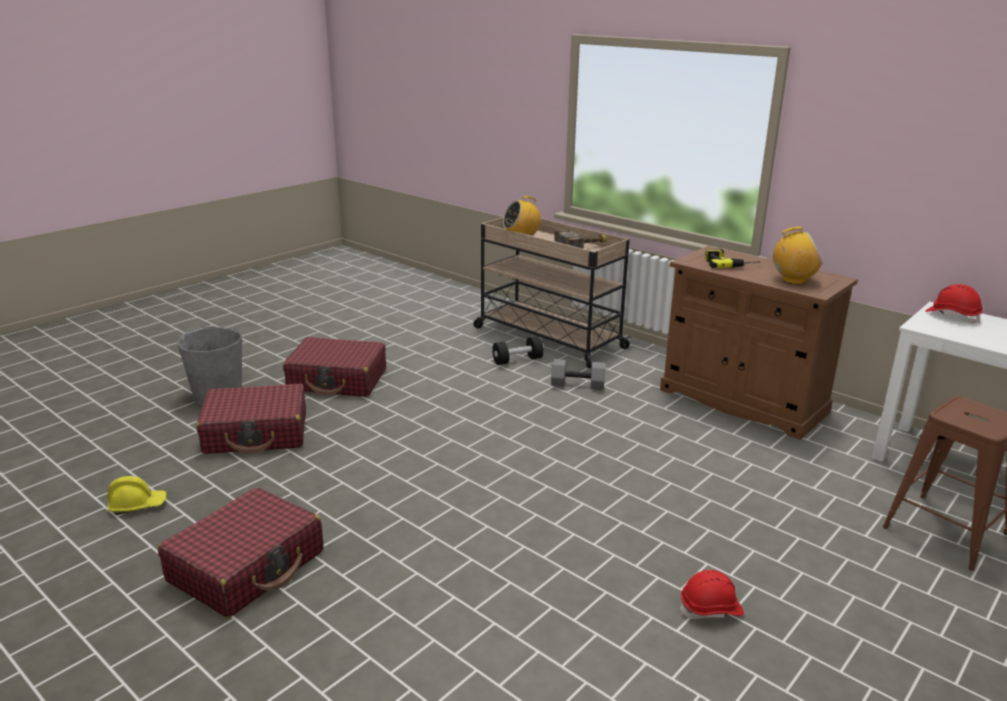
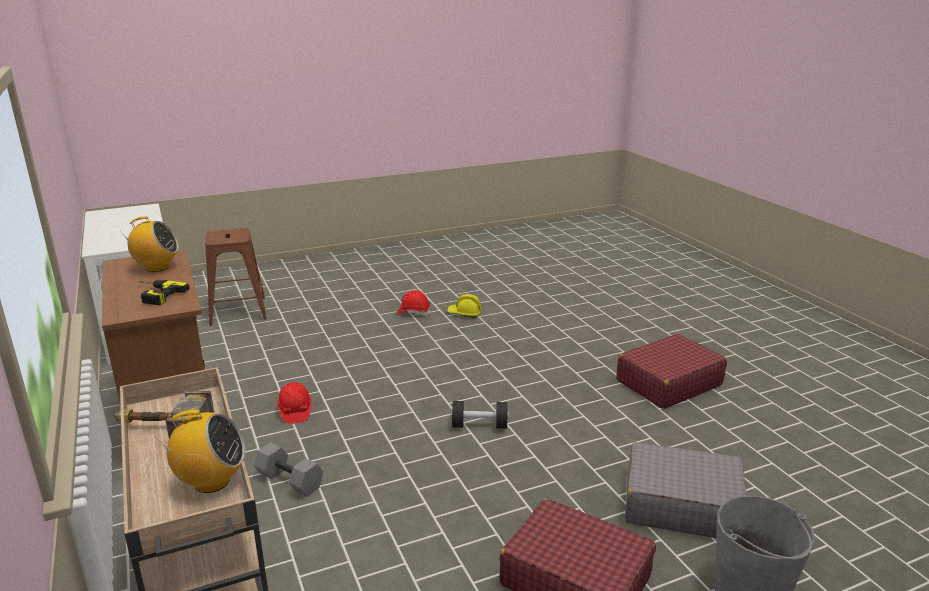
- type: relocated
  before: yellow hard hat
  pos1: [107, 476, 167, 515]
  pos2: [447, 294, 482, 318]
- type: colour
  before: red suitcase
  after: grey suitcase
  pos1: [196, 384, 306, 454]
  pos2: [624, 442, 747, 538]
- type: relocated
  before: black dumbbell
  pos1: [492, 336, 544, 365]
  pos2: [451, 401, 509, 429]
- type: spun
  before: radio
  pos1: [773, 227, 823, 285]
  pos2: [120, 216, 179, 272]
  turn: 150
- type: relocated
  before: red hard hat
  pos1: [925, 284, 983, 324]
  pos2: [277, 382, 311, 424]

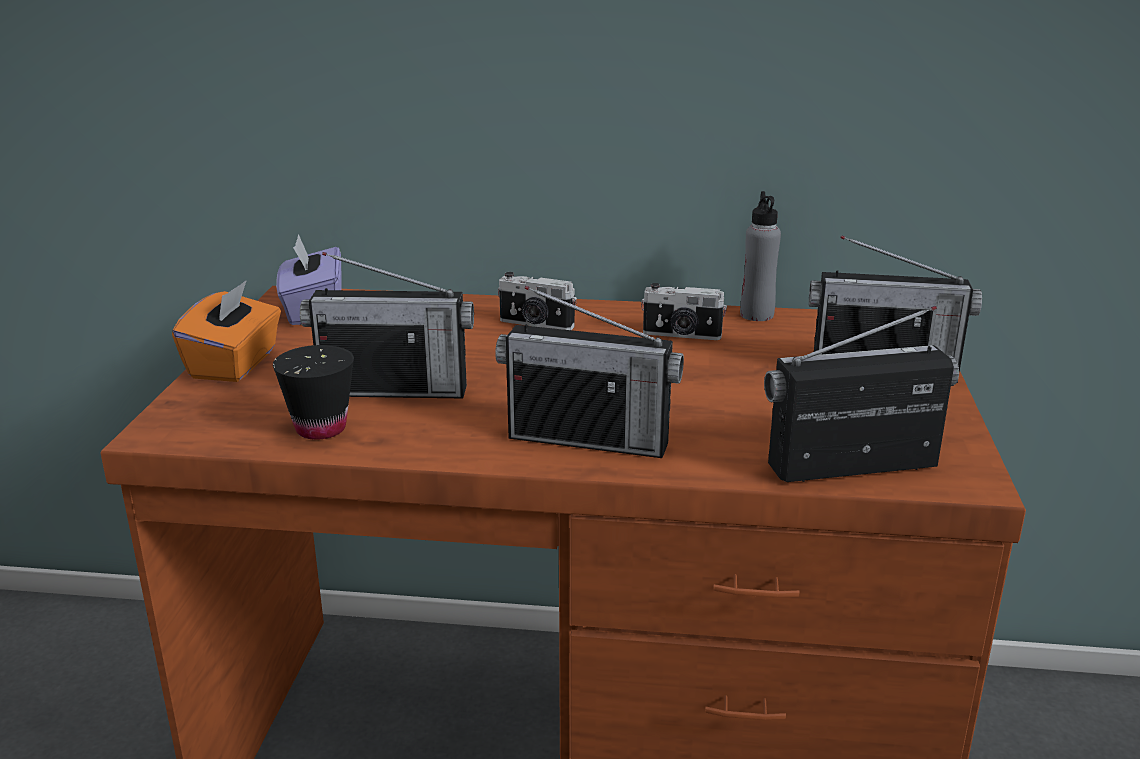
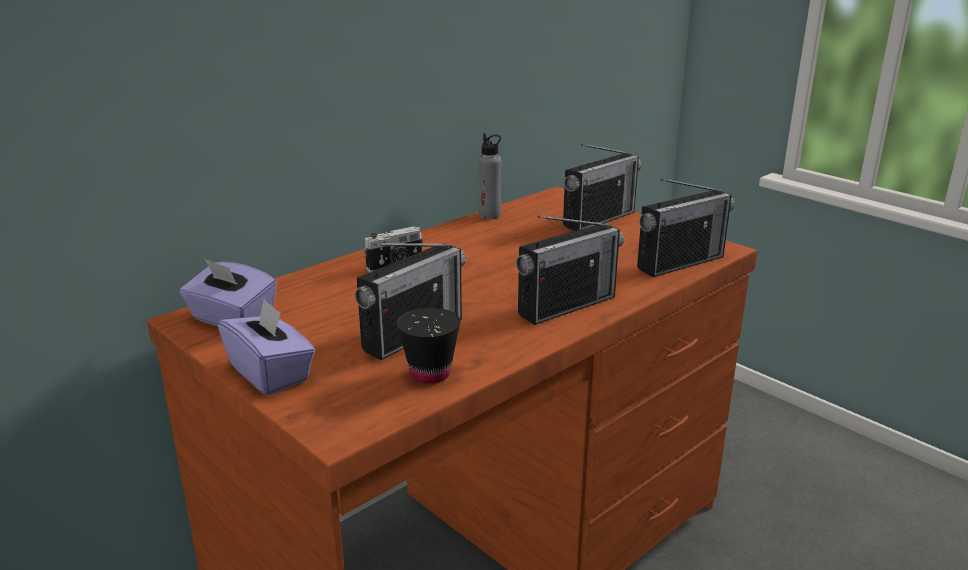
- type: colour
  before: orange tissue box
  after: purple tissue box
  pos1: [172, 280, 281, 382]
  pos2: [218, 299, 315, 395]
- type: missing
  before: photo camera
  pos1: [641, 283, 727, 340]
- type: spun
  before: radio
  pos1: [764, 306, 959, 482]
  pos2: [637, 178, 735, 277]
  turn: -150

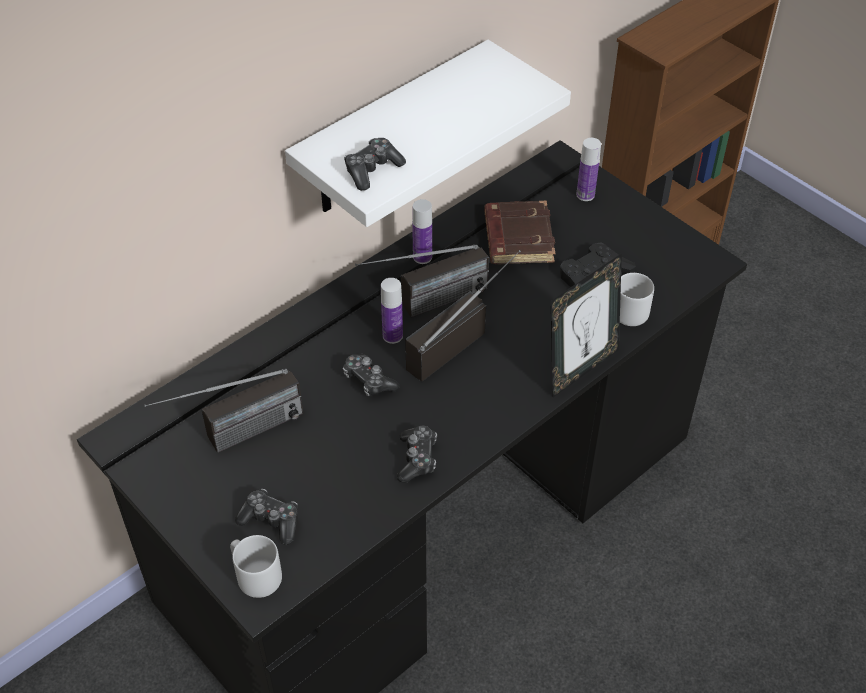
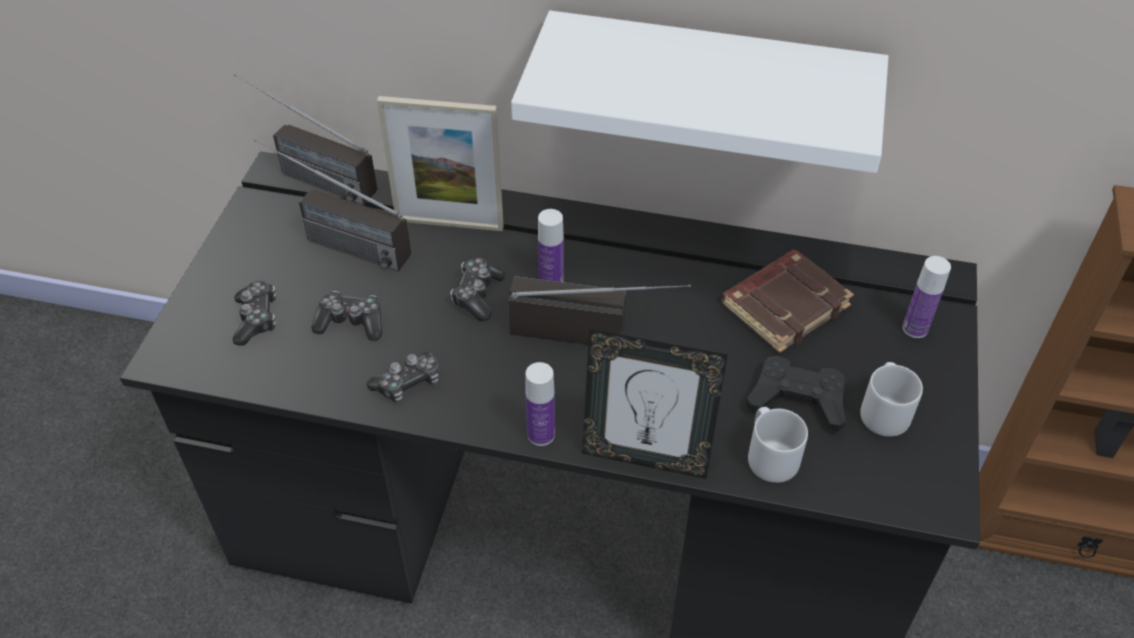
- type: relocated
  before: grey mug
  pos1: [230, 535, 282, 598]
  pos2: [860, 362, 923, 437]
- type: relocated
  before: game controller
  pos1: [344, 138, 406, 191]
  pos2: [312, 291, 382, 341]
- type: relocated
  before: radio
  pos1: [355, 245, 489, 318]
  pos2: [234, 74, 377, 205]
- type: relocated
  before: bottle
  pos1: [412, 199, 432, 264]
  pos2: [526, 362, 555, 446]
- type: appeared
  after: picture frame
  pos2: [377, 96, 504, 231]

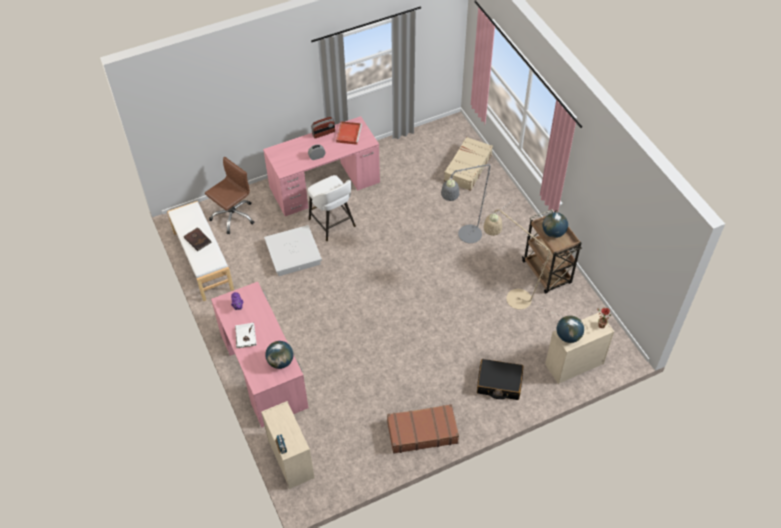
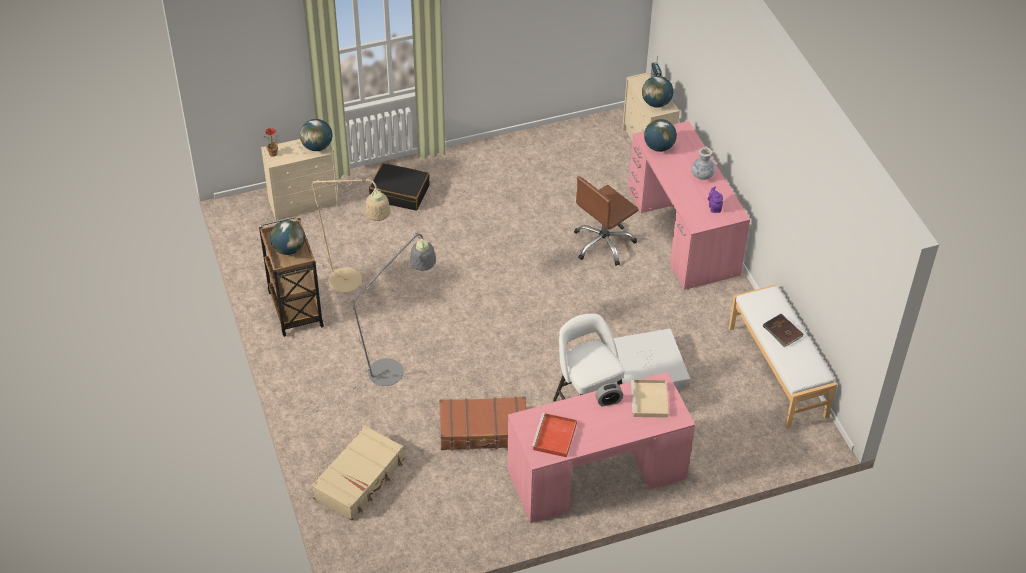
- type: relocated
  before: brown office chair
  pos1: [205, 157, 254, 234]
  pos2: [574, 176, 639, 266]
- type: exchanged
  before: white book
  after: vase
  pos1: [235, 323, 257, 348]
  pos2: [691, 147, 716, 180]
- type: missing
  before: radio
  pos1: [311, 117, 335, 139]
- type: relocated
  before: brown suitcase
  pos1: [387, 404, 459, 454]
  pos2: [439, 396, 526, 451]
- type: appeared
  after: beige tray
  pos2: [631, 380, 668, 418]
- type: appeared
  after: globe
  pos2: [642, 76, 673, 108]

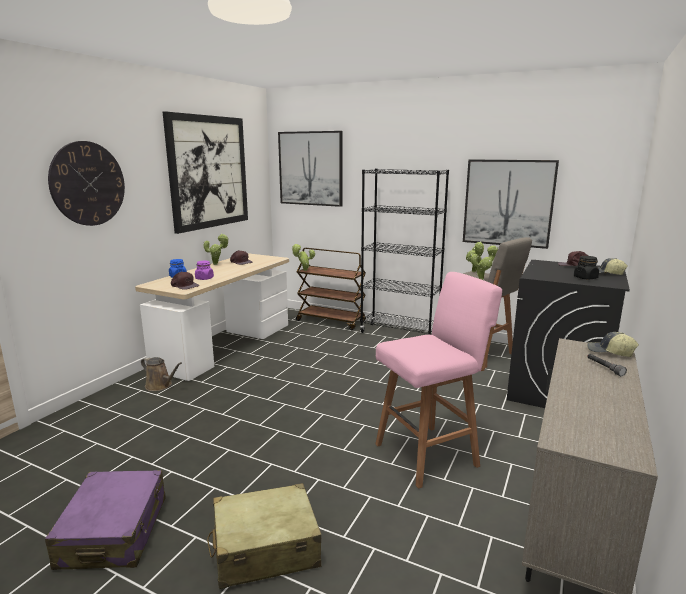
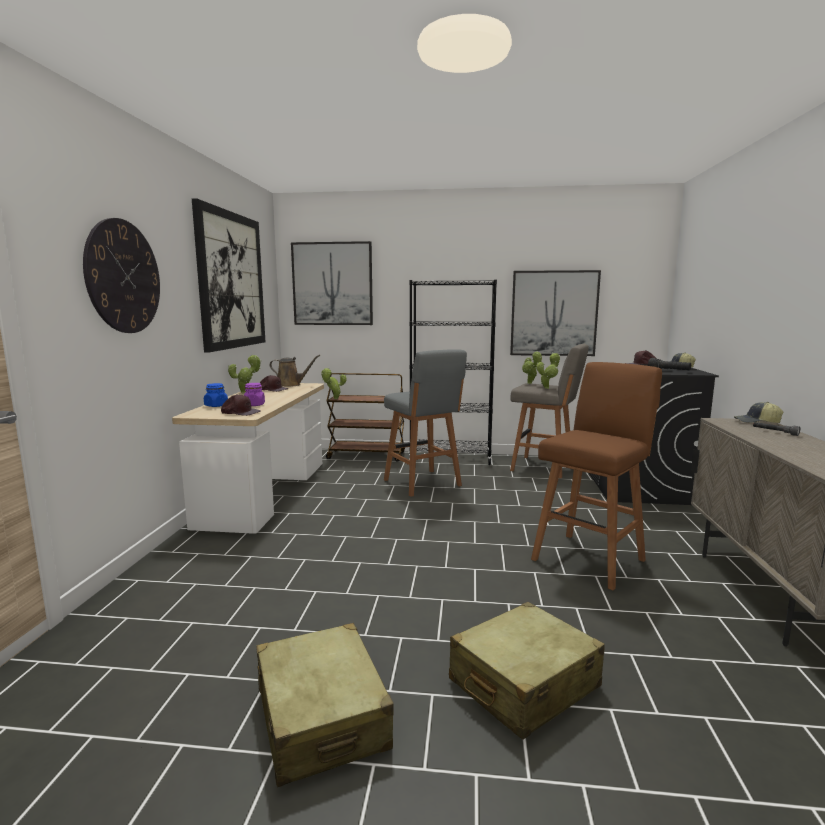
- type: colour
  before: purple suitcase
  after: beige suitcase
  pos1: [45, 470, 166, 570]
  pos2: [256, 623, 394, 787]
- type: relocated
  before: brown watering can
  pos1: [141, 357, 182, 391]
  pos2: [269, 355, 320, 387]
- type: colour
  before: pink stool
  after: brown stool
  pos1: [375, 272, 502, 489]
  pos2: [531, 362, 662, 590]
- type: exchanged
  before: black jar
  after: black flashlight
  pos1: [574, 256, 599, 279]
  pos2: [648, 358, 691, 370]
- type: appeared
  after: grey stool
  pos2: [384, 349, 467, 497]

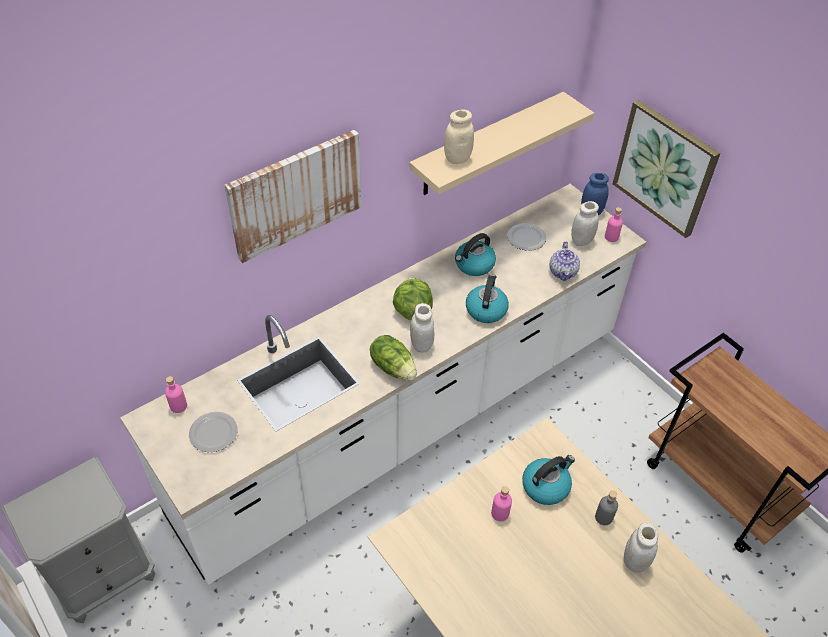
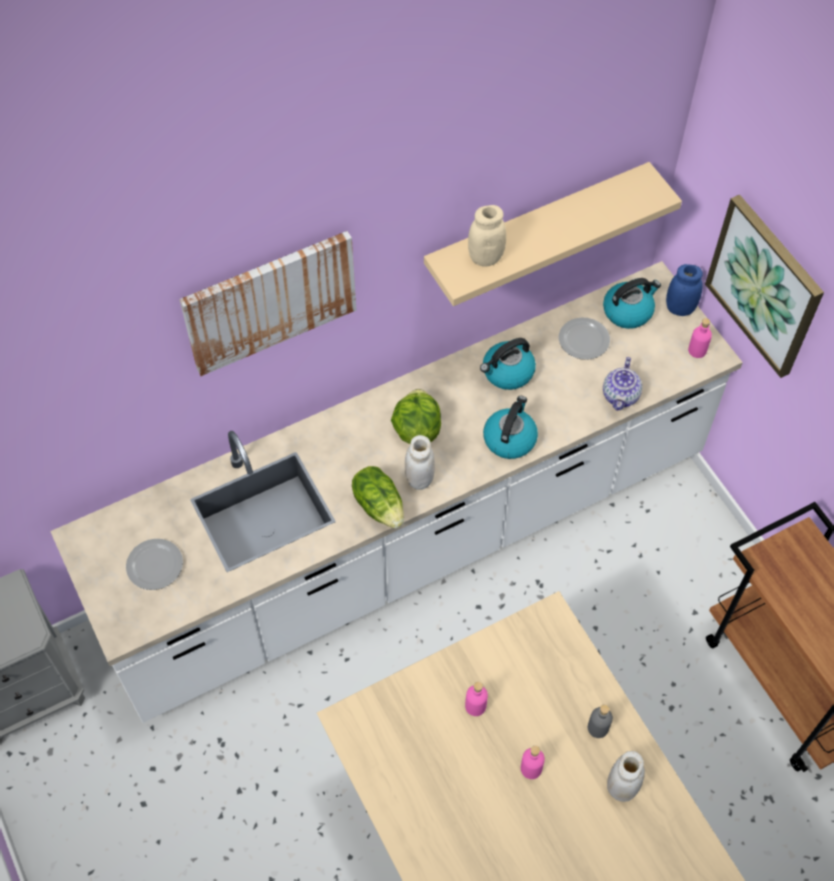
- type: relocated
  before: pink bottle
  pos1: [165, 376, 187, 413]
  pos2: [521, 746, 545, 779]
- type: relocated
  before: kettle
  pos1: [522, 455, 575, 505]
  pos2: [603, 278, 661, 329]
- type: missing
  before: white jar
  pos1: [571, 201, 599, 246]

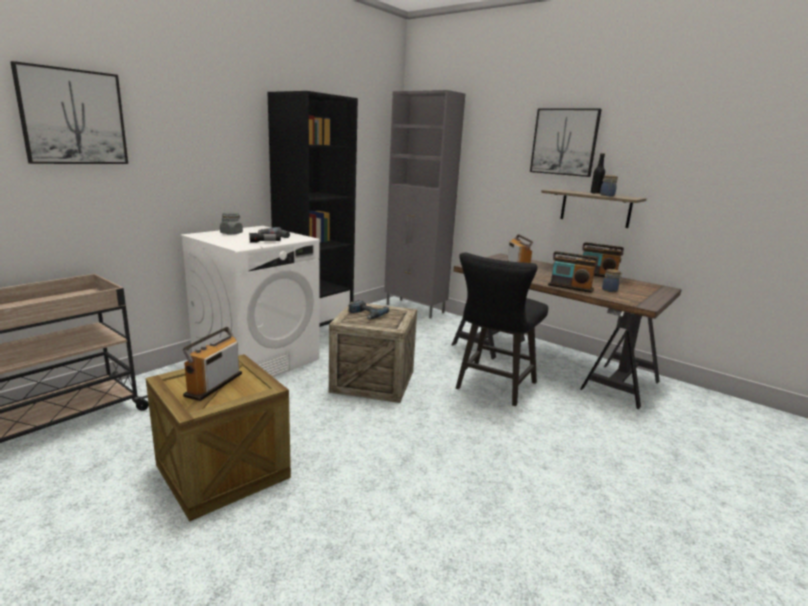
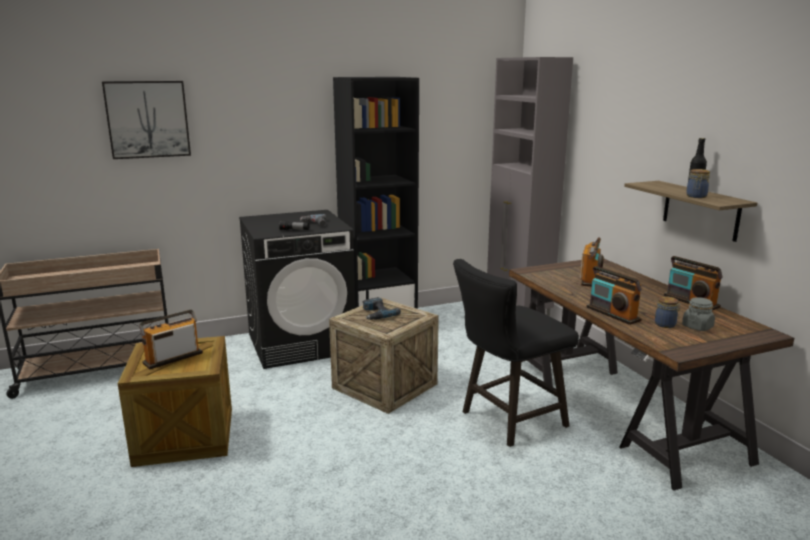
- type: colour
  before: white washing machine
  after: black washing machine
  pos1: [180, 226, 320, 377]
  pos2: [239, 210, 355, 369]
- type: relocated
  before: grey jar
  pos1: [220, 212, 243, 235]
  pos2: [682, 297, 715, 331]
- type: missing
  before: picture
  pos1: [530, 108, 602, 177]

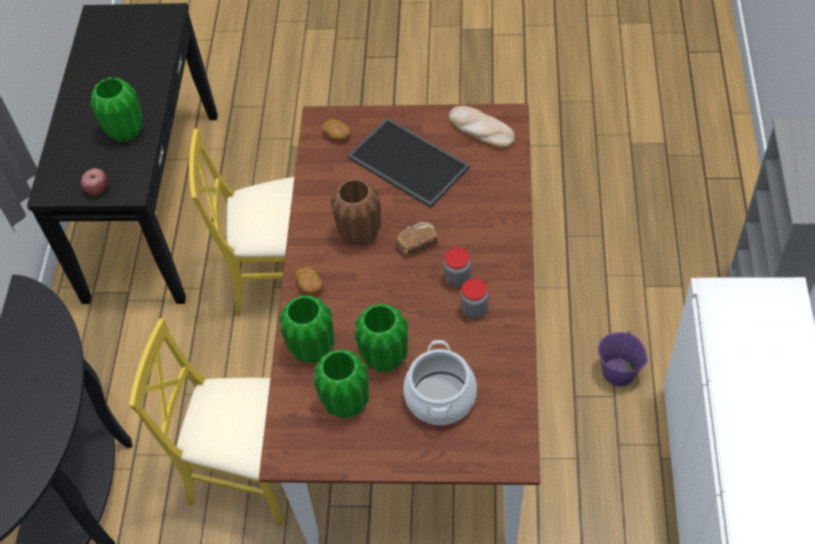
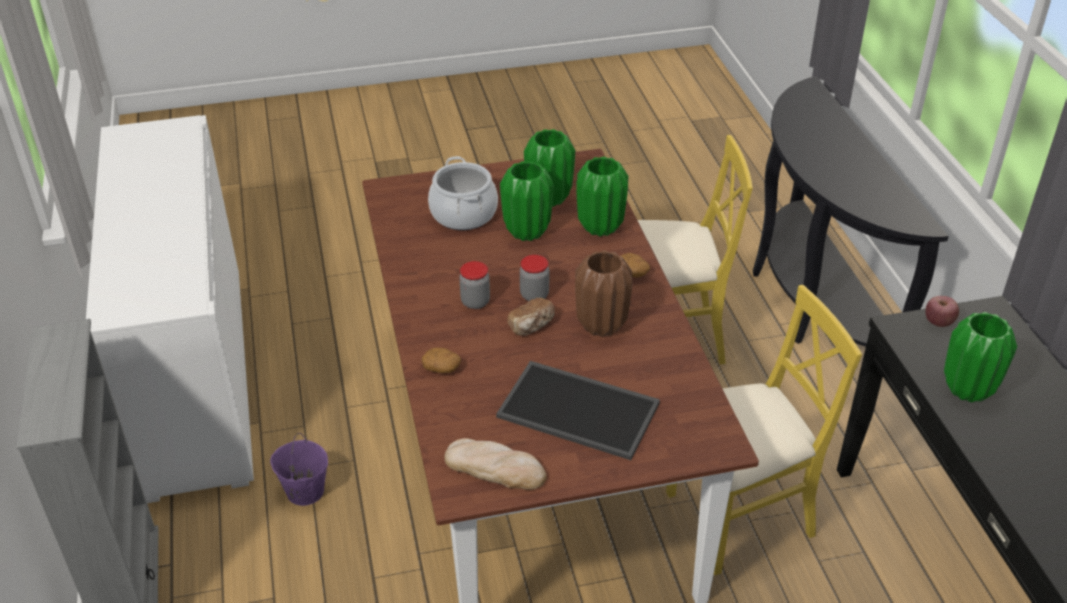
- type: relocated
  before: potato
  pos1: [322, 119, 351, 141]
  pos2: [421, 348, 461, 373]
- type: relocated
  before: jar
  pos1: [461, 278, 488, 319]
  pos2: [520, 255, 549, 301]

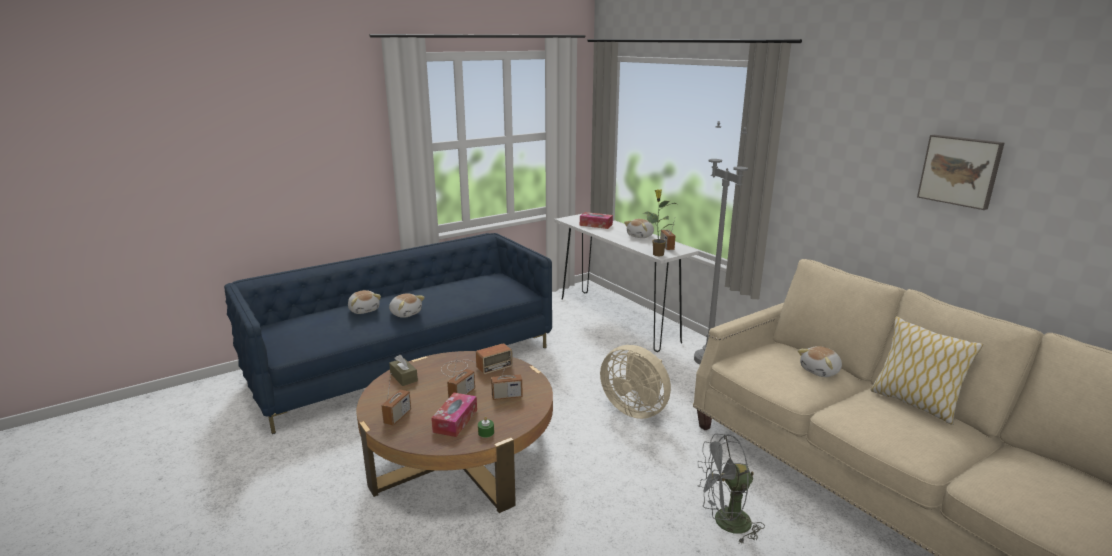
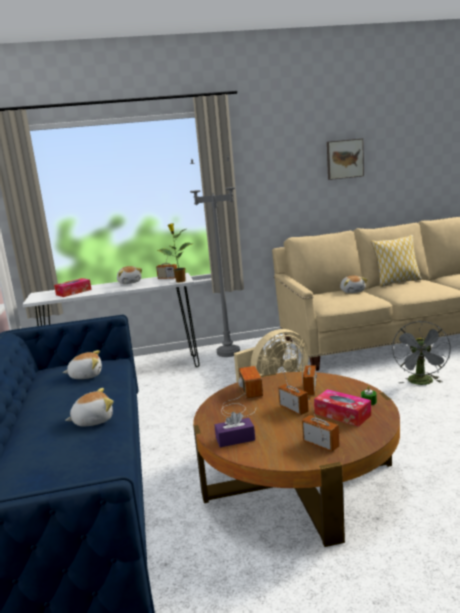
- type: relocated
  before: plush toy
  pos1: [348, 290, 381, 314]
  pos2: [63, 350, 102, 379]
- type: colour
  before: brown tissue box
  after: purple tissue box
  pos1: [389, 355, 418, 386]
  pos2: [215, 412, 255, 447]

